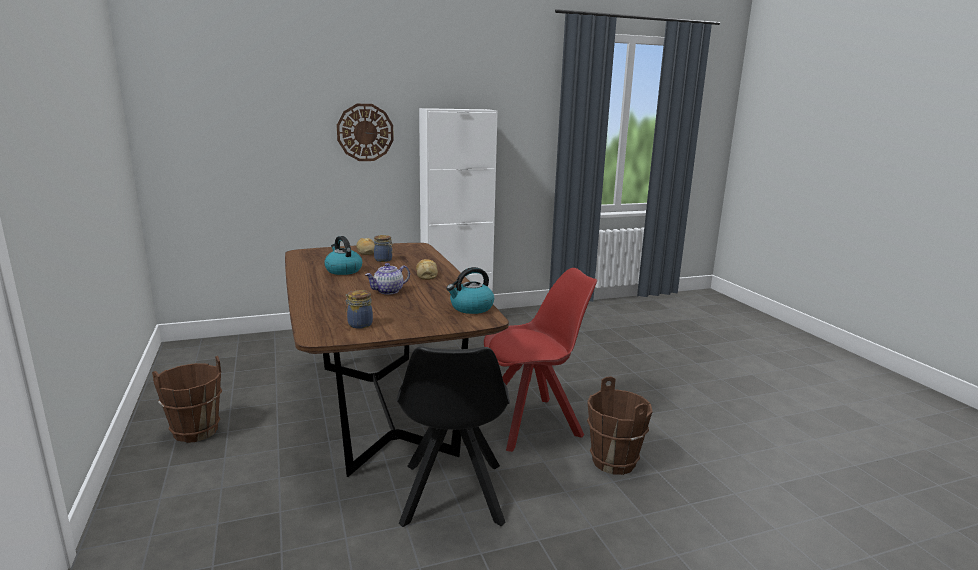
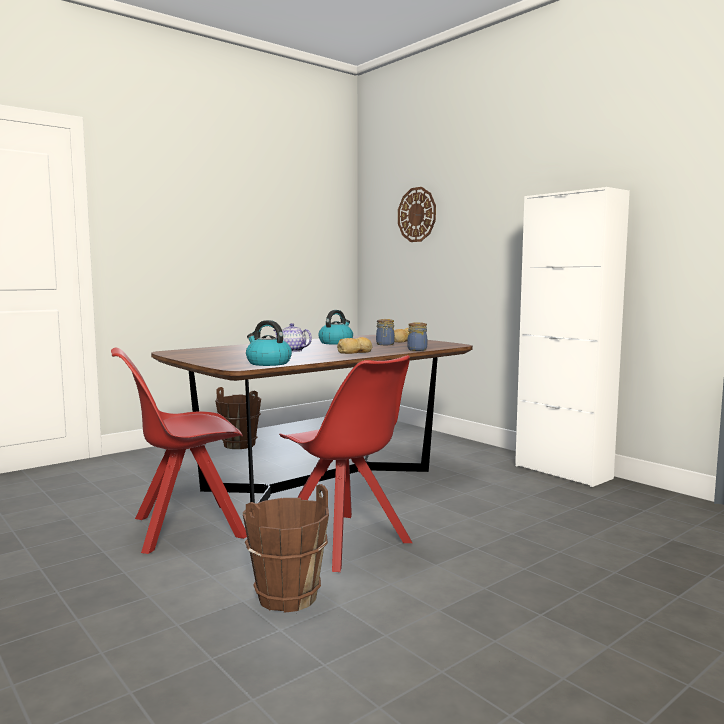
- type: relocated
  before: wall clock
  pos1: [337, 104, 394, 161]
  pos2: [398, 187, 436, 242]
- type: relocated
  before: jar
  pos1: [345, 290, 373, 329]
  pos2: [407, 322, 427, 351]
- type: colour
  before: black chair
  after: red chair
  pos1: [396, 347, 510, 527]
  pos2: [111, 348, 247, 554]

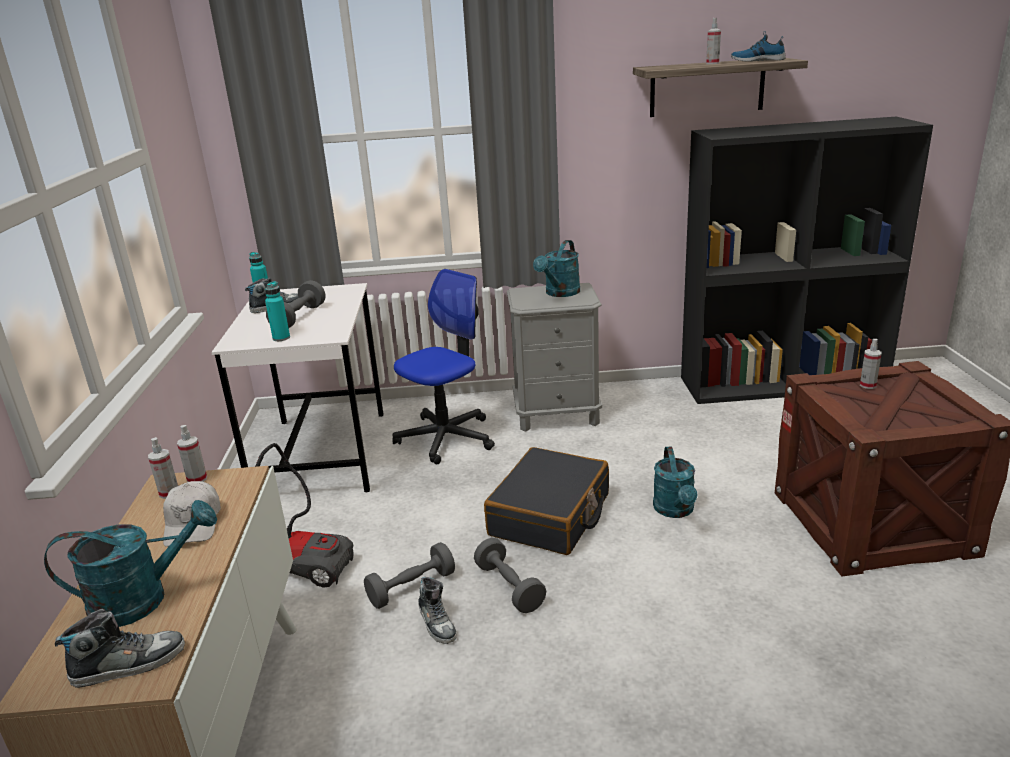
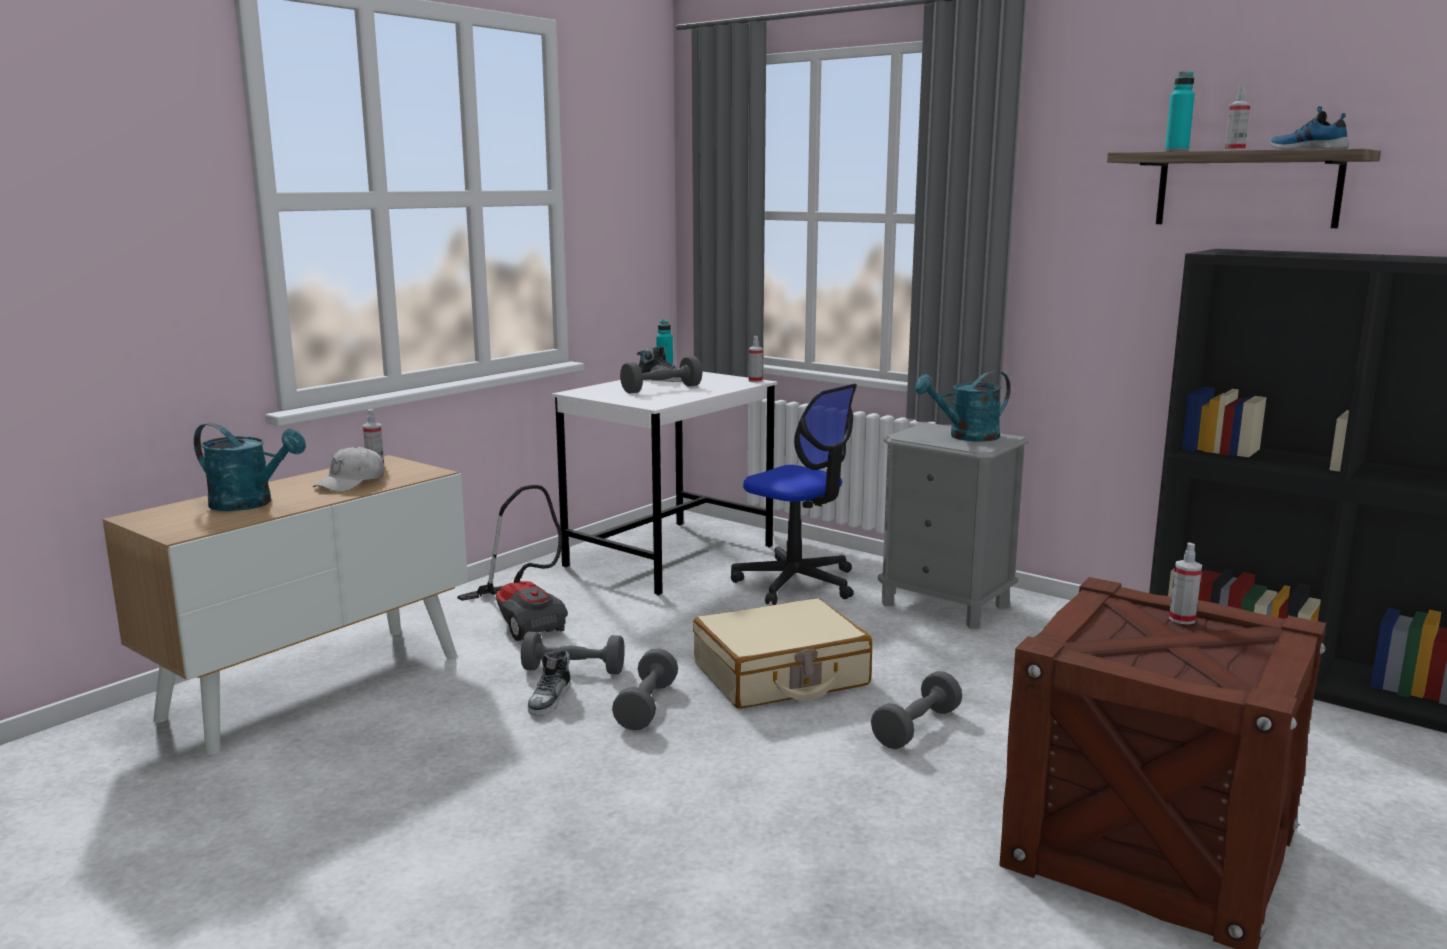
- type: missing
  before: shoe
  pos1: [55, 609, 185, 688]
- type: relocated
  before: spray bottle
  pos1: [177, 425, 207, 482]
  pos2: [749, 336, 763, 383]
- type: relocated
  before: turquoise bottle
  pos1: [265, 281, 290, 341]
  pos2: [1165, 71, 1195, 152]
- type: spun
  before: office chair
  pos1: [392, 269, 495, 464]
  pos2: [731, 384, 857, 605]
  turn: 45
- type: colour
  before: black suitcase
  after: beige suitcase
  pos1: [484, 447, 609, 555]
  pos2: [693, 598, 872, 709]
- type: exchanged
  before: turquoise watering can
  after: grey dumbbell
  pos1: [653, 446, 698, 518]
  pos2: [871, 671, 962, 749]

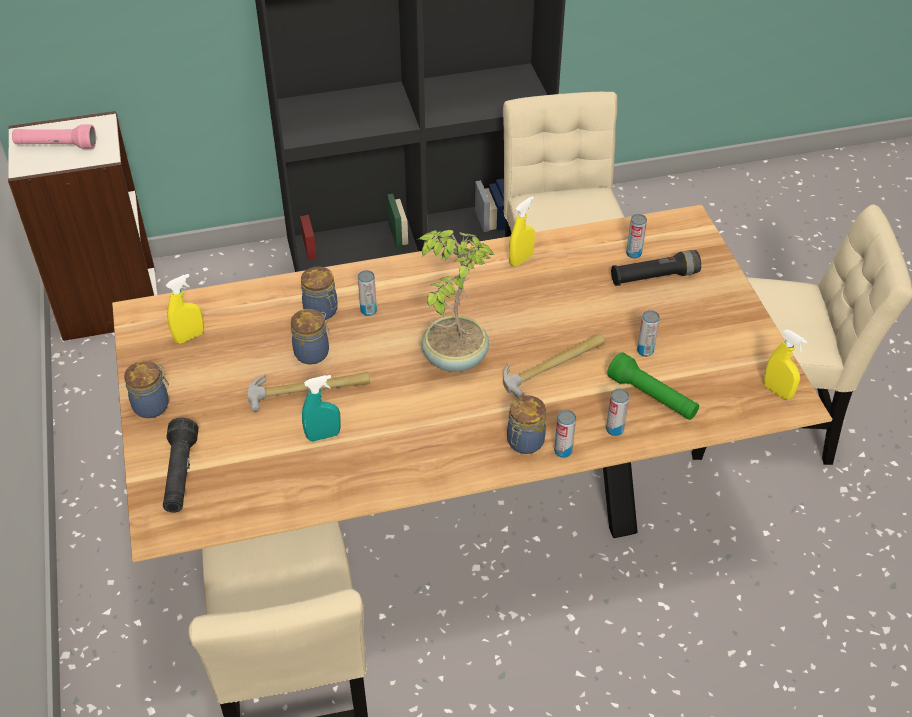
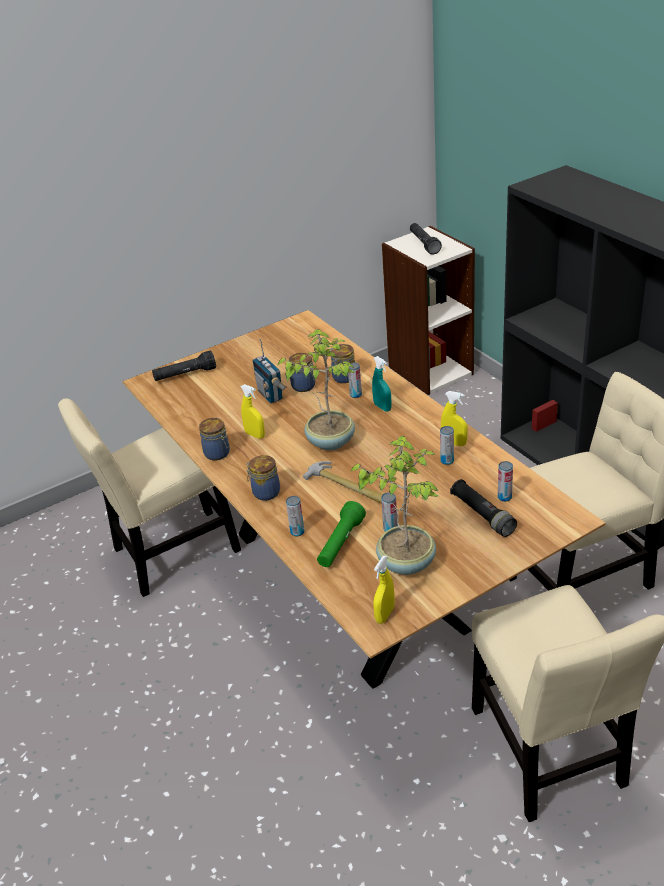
- type: colour
  before: pink flashlight
  after: black flashlight
  pos1: [12, 125, 96, 149]
  pos2: [410, 223, 442, 255]
- type: relocated
  before: jar
  pos1: [124, 361, 169, 418]
  pos2: [199, 418, 230, 460]
- type: relocated
  before: yellow spray bottle
  pos1: [166, 274, 204, 344]
  pos2: [241, 384, 265, 439]
- type: exchanged
  before: hammer
  after: radio
  pos1: [248, 372, 370, 411]
  pos2: [252, 339, 286, 403]
- type: relocated
  before: turquoise spray bottle
  pos1: [302, 375, 341, 441]
  pos2: [372, 356, 392, 412]
- type: relocated
  before: can
  pos1: [554, 410, 576, 458]
  pos2: [440, 426, 454, 465]
- type: appeared
  after: potted plant
  pos2: [351, 436, 439, 575]

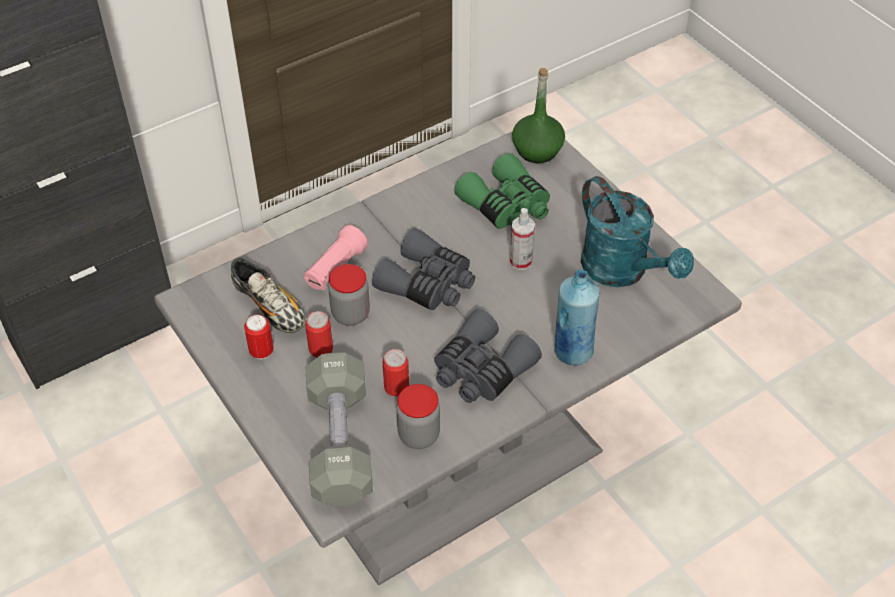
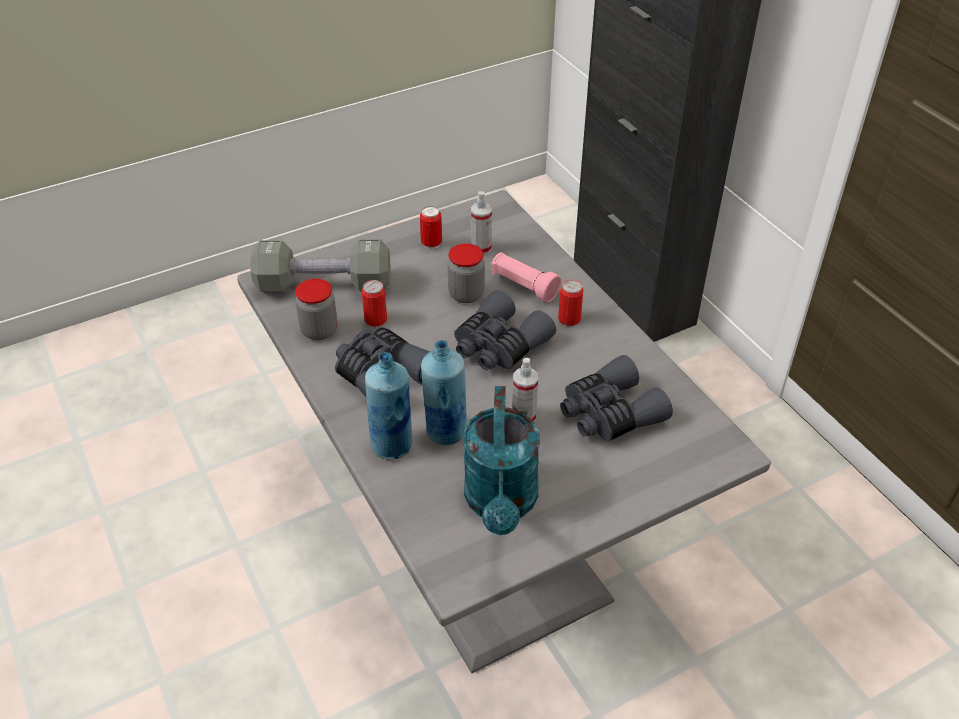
- type: exchanged
  before: shoe
  after: spray bottle
  pos1: [231, 257, 305, 333]
  pos2: [471, 191, 492, 254]
- type: relocated
  before: can
  pos1: [305, 311, 333, 358]
  pos2: [558, 279, 583, 326]
- type: colour
  before: green binoculars
  after: grey binoculars
  pos1: [454, 153, 550, 229]
  pos2: [560, 355, 673, 441]
- type: missing
  before: green bottle
  pos1: [512, 68, 565, 163]
- type: spun
  before: turquoise watering can
  pos1: [581, 176, 694, 287]
  pos2: [463, 386, 540, 535]
  turn: -60
- type: appeared
  after: blue bottle
  pos2: [421, 340, 467, 445]

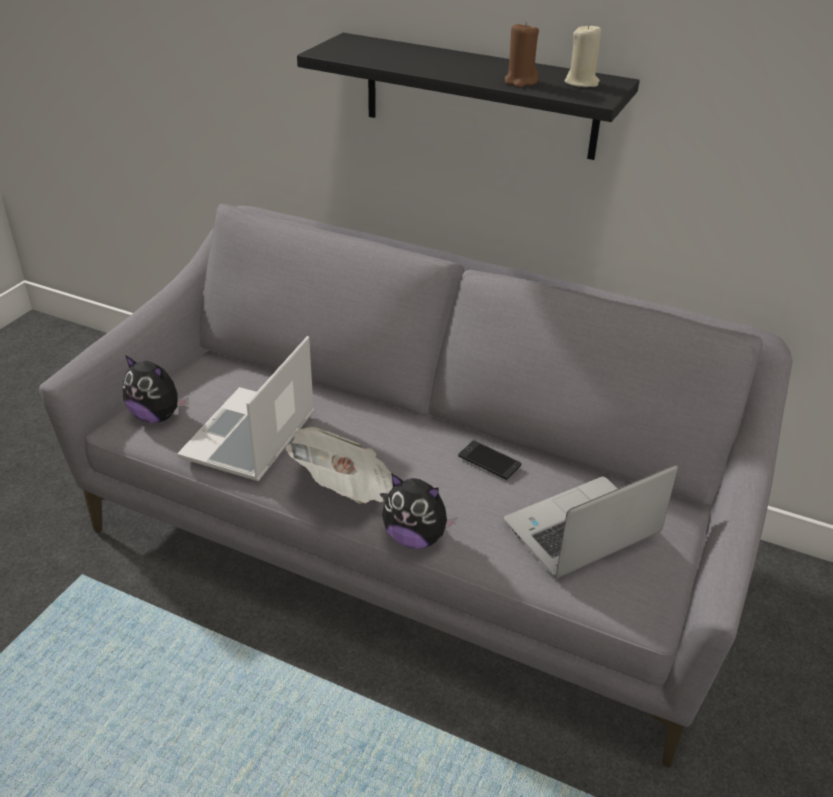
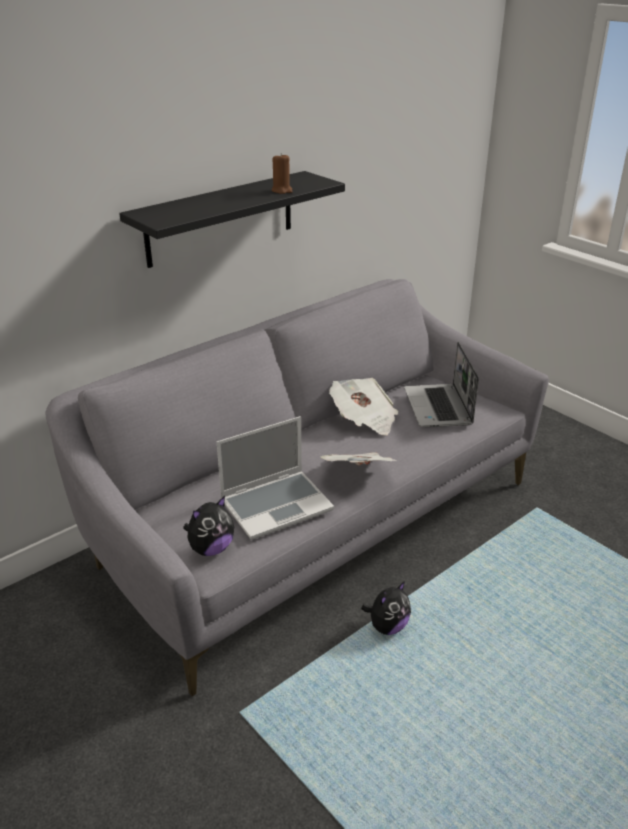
- type: spun
  before: laptop
  pos1: [177, 336, 314, 482]
  pos2: [217, 416, 334, 540]
  turn: -75
- type: relocated
  before: plush toy
  pos1: [382, 473, 458, 549]
  pos2: [361, 581, 411, 635]
- type: exchanged
  before: phone
  after: newspaper
  pos1: [458, 441, 521, 480]
  pos2: [329, 378, 398, 436]
- type: missing
  before: beige candle
  pos1: [565, 23, 601, 87]

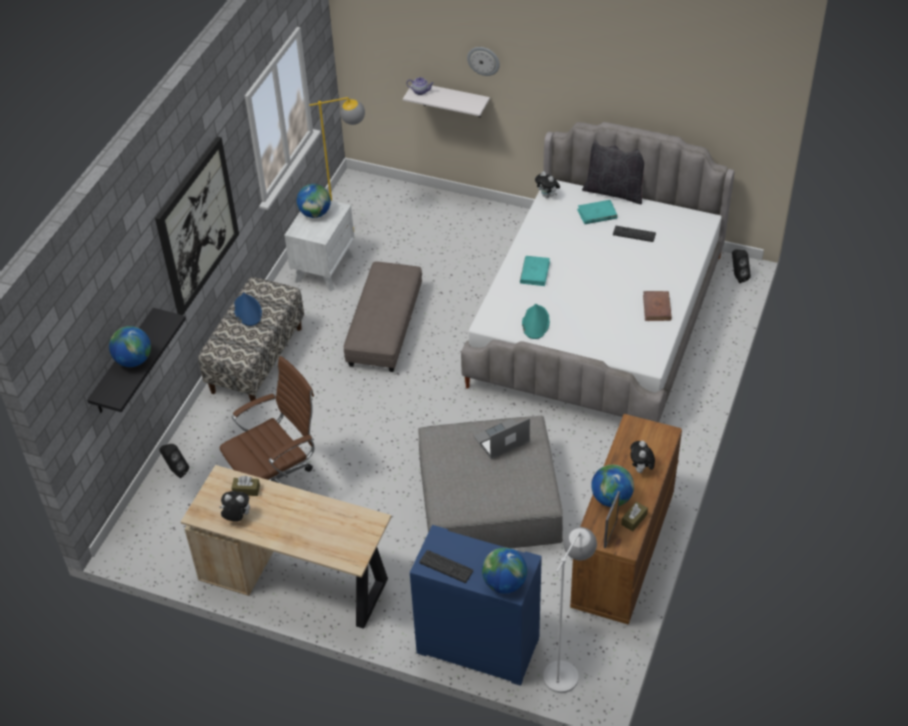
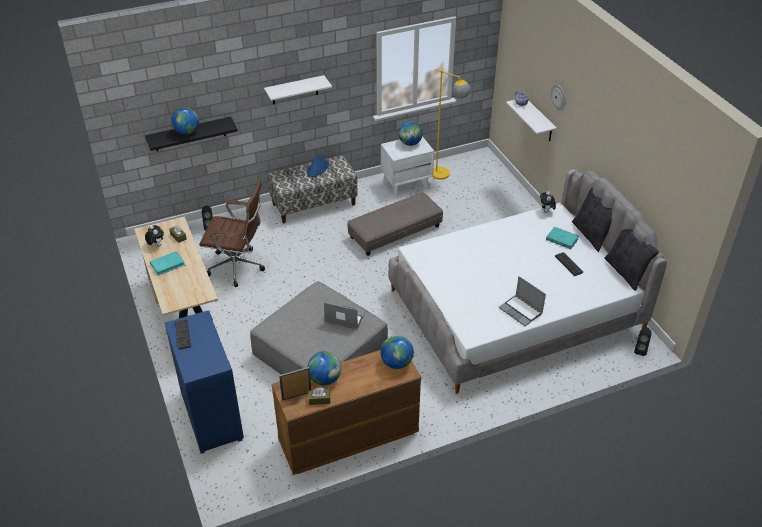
- type: exchanged
  before: picture
  after: white shelf
  pos1: [155, 136, 239, 315]
  pos2: [264, 75, 332, 105]
- type: relocated
  before: globe
  pos1: [482, 548, 527, 593]
  pos2: [381, 336, 414, 369]
- type: relocated
  before: turquoise book
  pos1: [520, 256, 550, 286]
  pos2: [150, 251, 185, 276]
- type: missing
  before: turquoise hat
  pos1: [522, 304, 550, 339]
- type: missing
  before: white floor lamp
  pos1: [543, 527, 597, 693]
- type: missing
  before: plush toy
  pos1: [630, 441, 655, 475]
- type: exchanged
  before: brown book
  after: laptop
  pos1: [643, 291, 672, 321]
  pos2: [499, 276, 546, 326]
- type: appeared
  after: black pillow
  pos2: [604, 229, 659, 291]

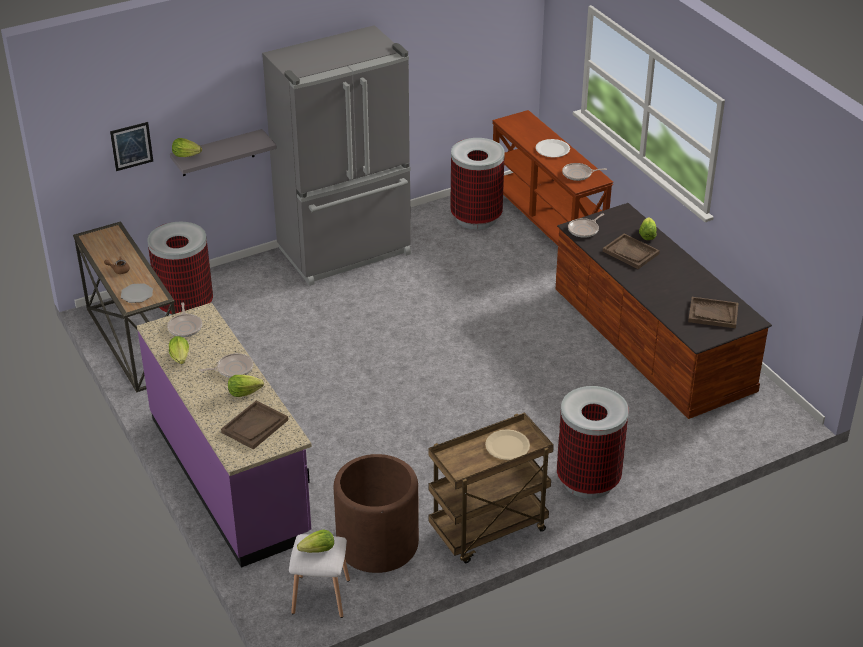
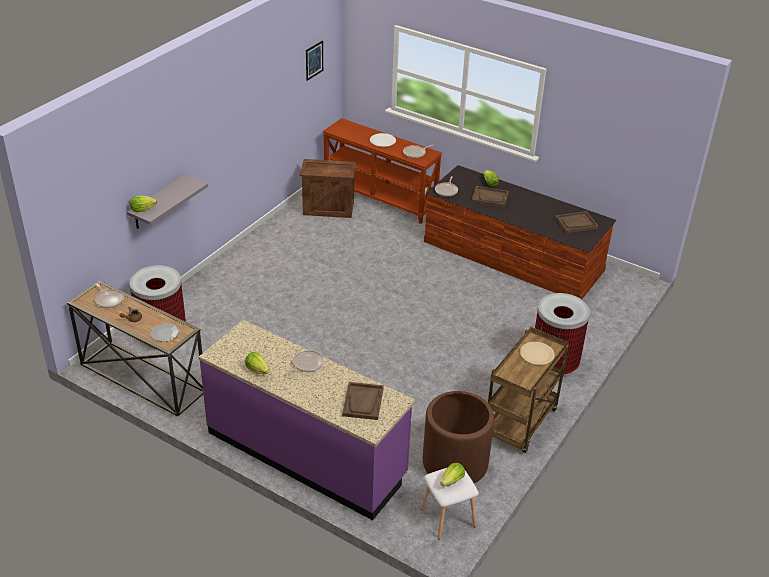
- type: relocated
  before: picture
  pos1: [110, 122, 153, 171]
  pos2: [306, 40, 323, 81]
- type: relocated
  before: frying pan
  pos1: [167, 302, 202, 337]
  pos2: [95, 283, 124, 308]
- type: missing
  before: lettuce
  pos1: [228, 375, 264, 397]
- type: missing
  before: grey fridge
  pos1: [262, 25, 411, 286]
- type: exchanged
  before: trash can
  after: crate
  pos1: [450, 138, 505, 230]
  pos2: [300, 159, 356, 218]

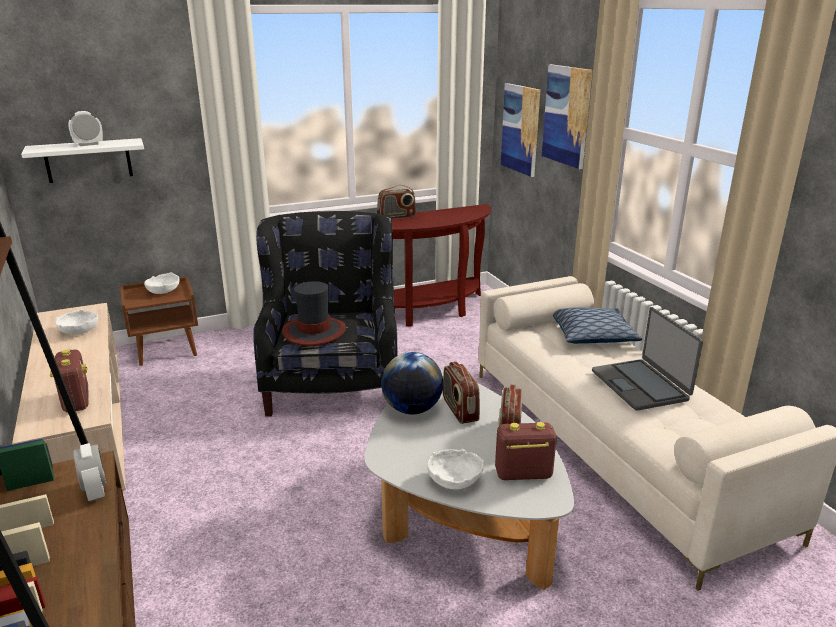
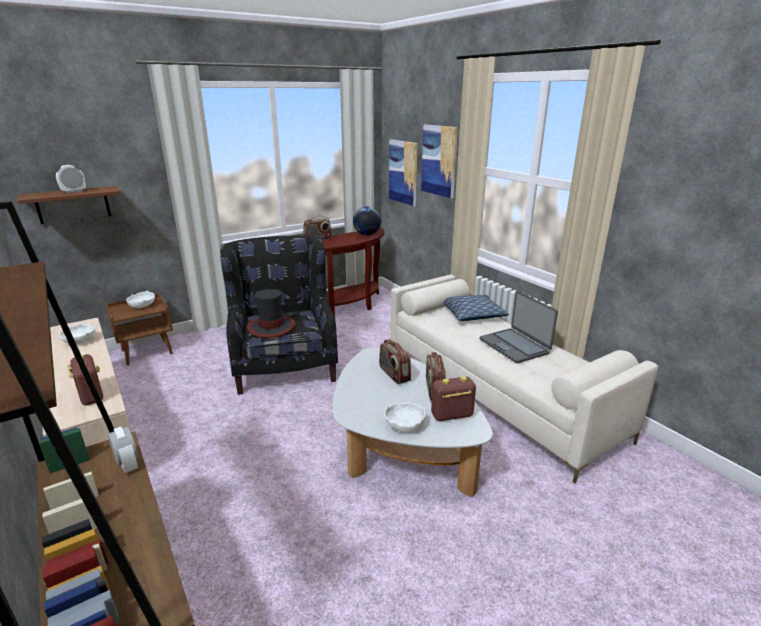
- type: colour
  before: white shelf
  after: brown shelf
  pos1: [21, 138, 144, 183]
  pos2: [17, 186, 122, 224]
- type: relocated
  before: globe
  pos1: [381, 352, 443, 414]
  pos2: [353, 206, 381, 235]

